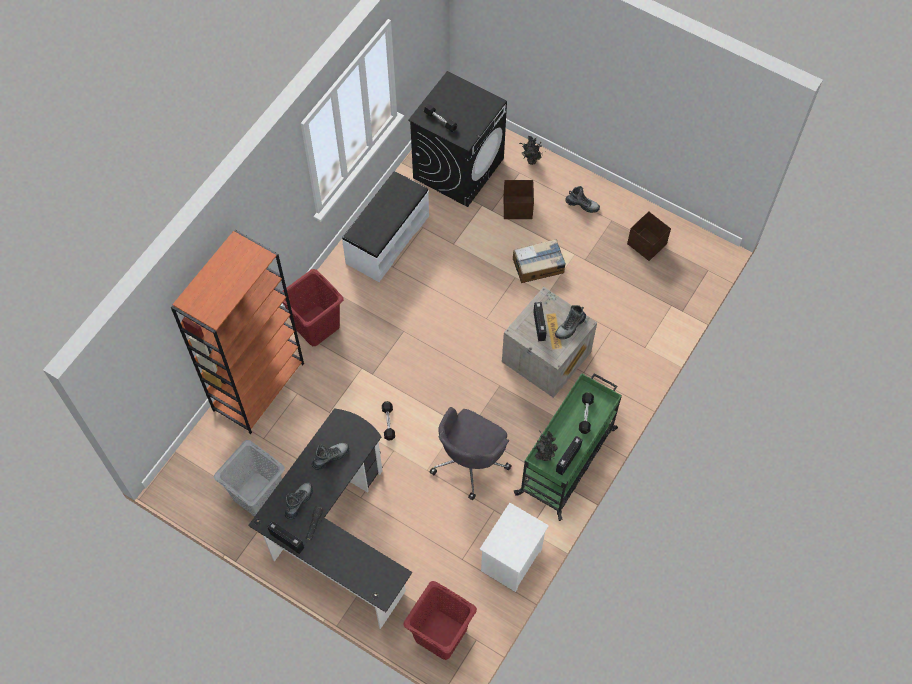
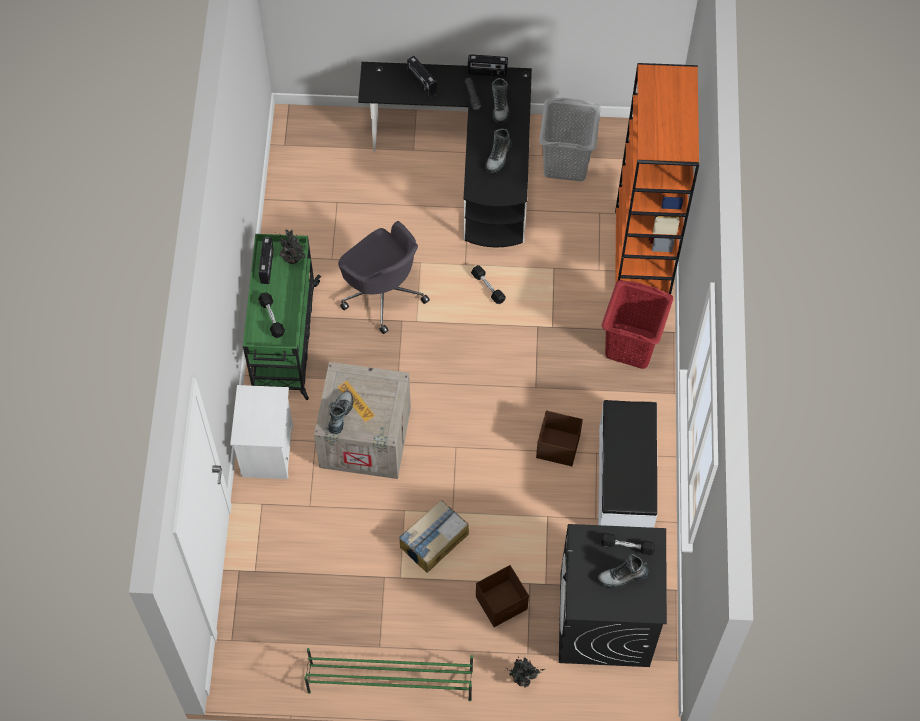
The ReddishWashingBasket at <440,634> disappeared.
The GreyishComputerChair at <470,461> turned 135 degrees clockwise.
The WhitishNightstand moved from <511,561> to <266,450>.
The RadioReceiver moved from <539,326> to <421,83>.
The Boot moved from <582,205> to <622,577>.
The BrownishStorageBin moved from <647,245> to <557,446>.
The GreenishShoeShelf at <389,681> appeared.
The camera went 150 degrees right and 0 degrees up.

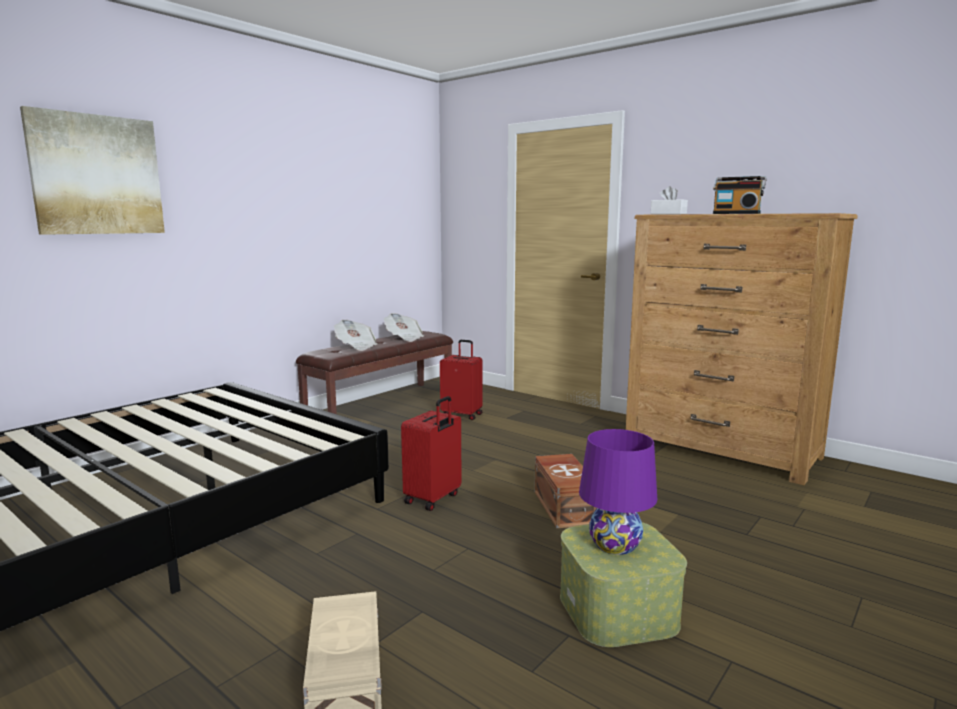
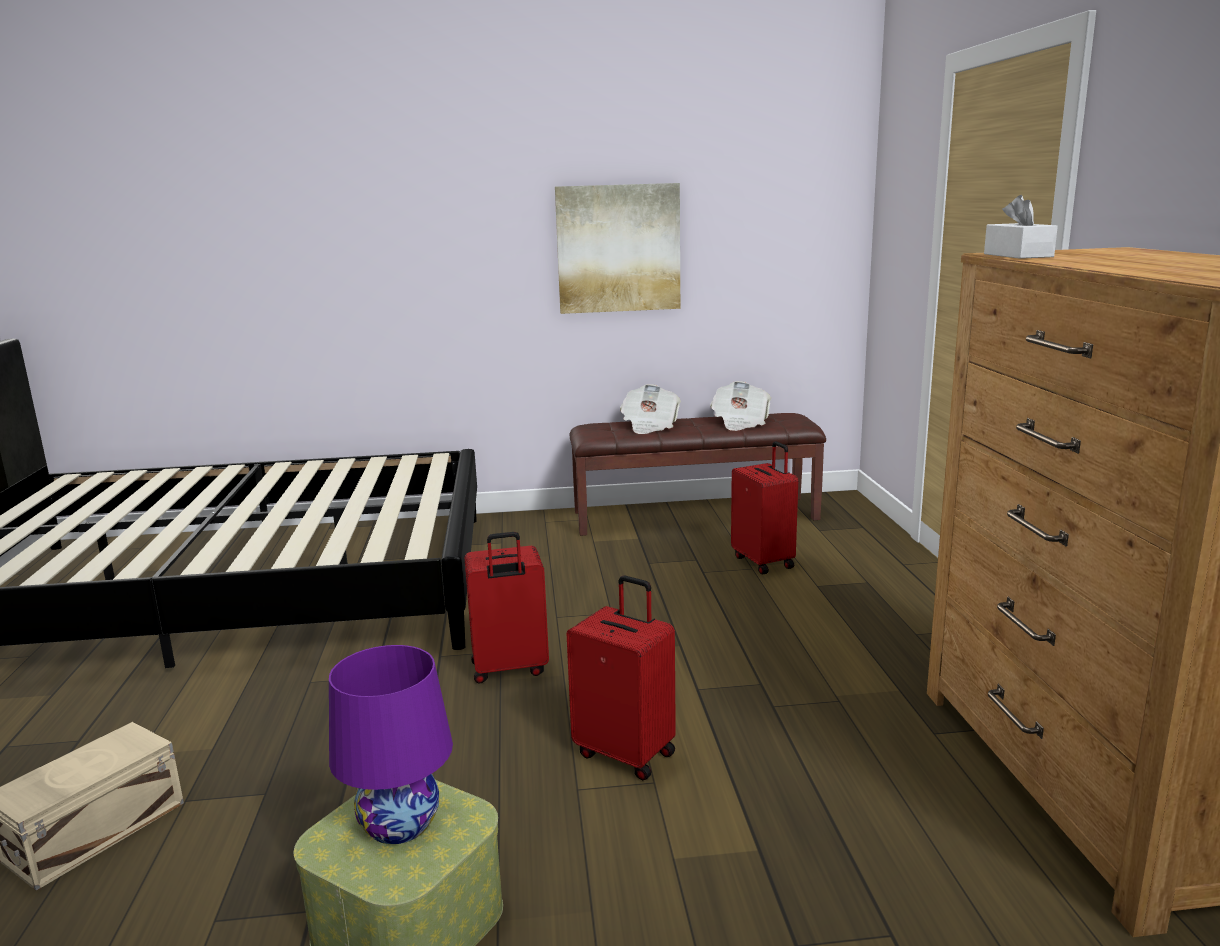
The WallPicture moved from <97,175> to <618,248>.
The BrownishStorageBin at <565,506> was replaced by the ReddishTravelCase at <626,753>.
The RadioReceiver at <736,213> disappeared.
The camera went 45 degrees right and 5 degrees up.

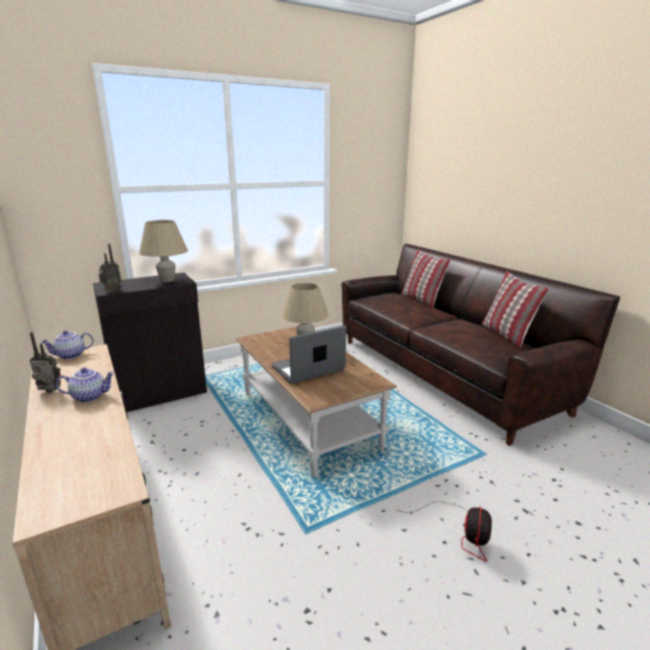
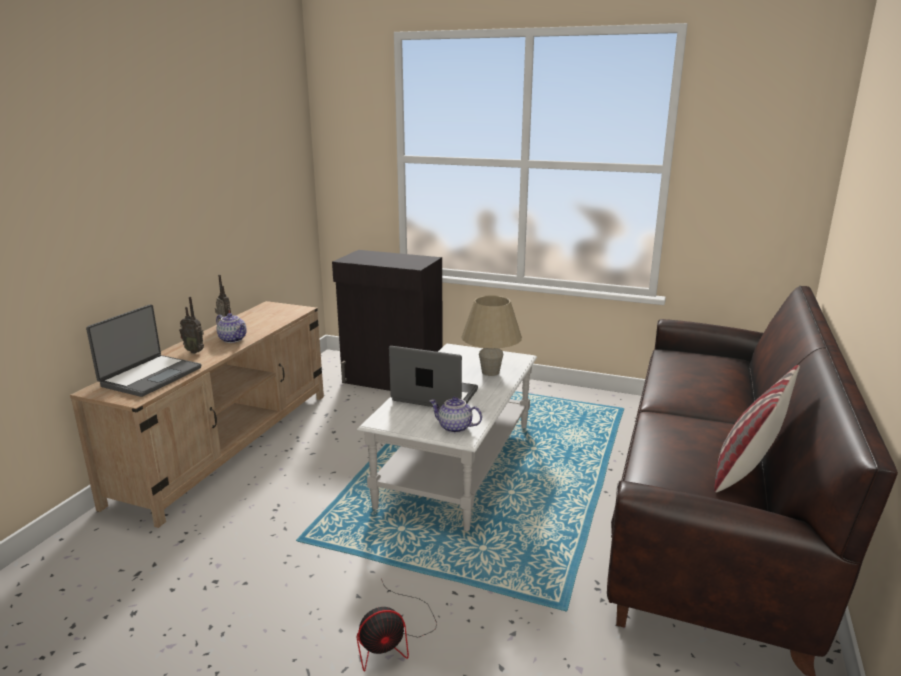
The PotForTea moved from <70,356> to <454,428>.
The RadioReceiver moved from <112,291> to <195,351>.
The BeigeTableLamp at <167,280> disappeared.
The BrownishLoungeTable at <308,420> became the WhitishLoungeTable at <457,464>.
The Pillow at <421,300> disappeared.
The NotebookComputer at <150,376> appeared.
The camera went 50 degrees right and 0 degrees up.

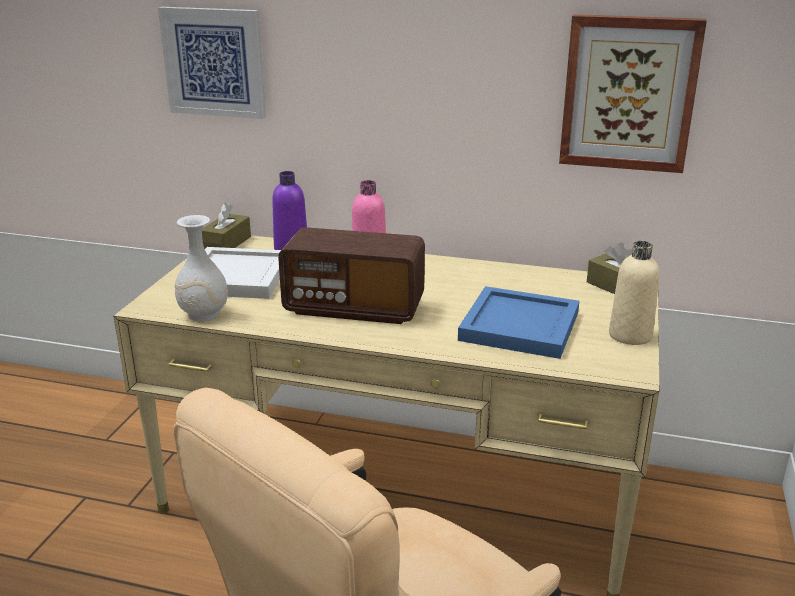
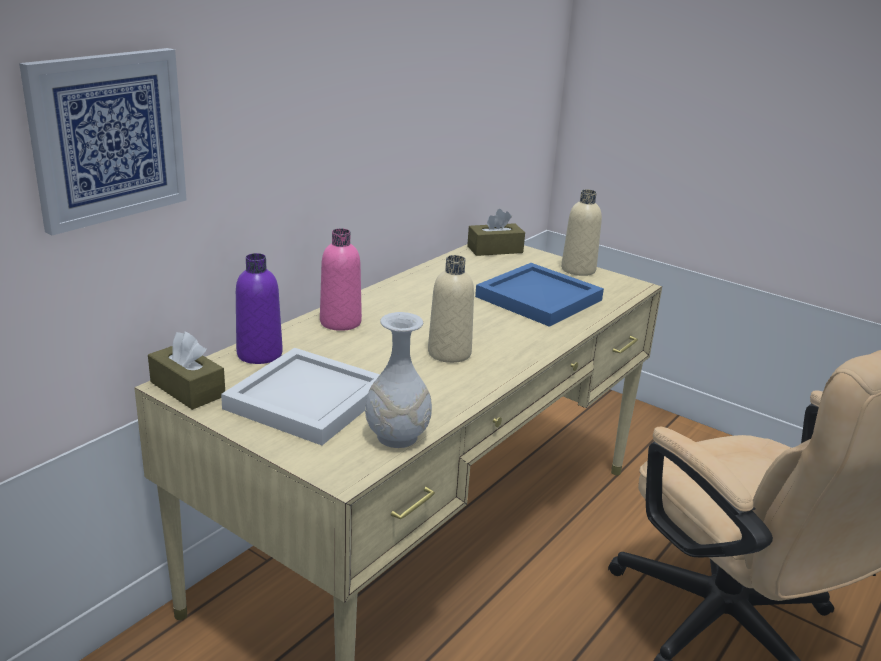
The RadioReceiver at <354,308> was replaced by the BeigeBottle at <449,353>.
The WallPicture at <629,93> disappeared.
The camera went 70 degrees left and 0 degrees up.

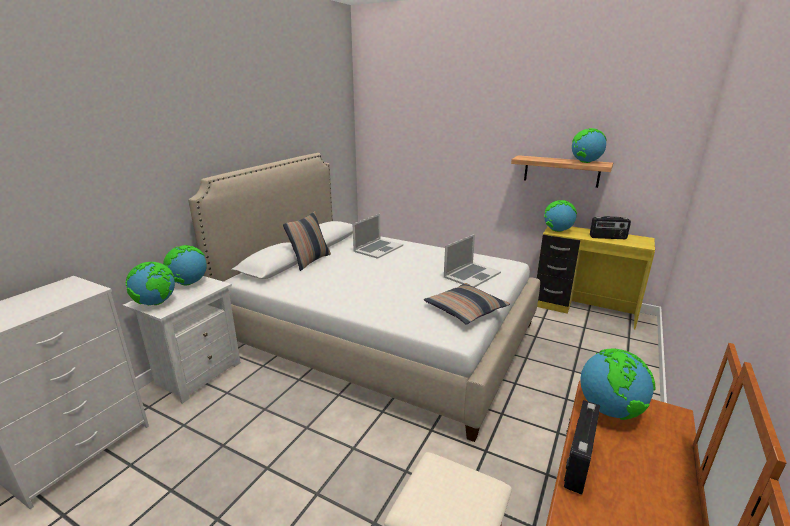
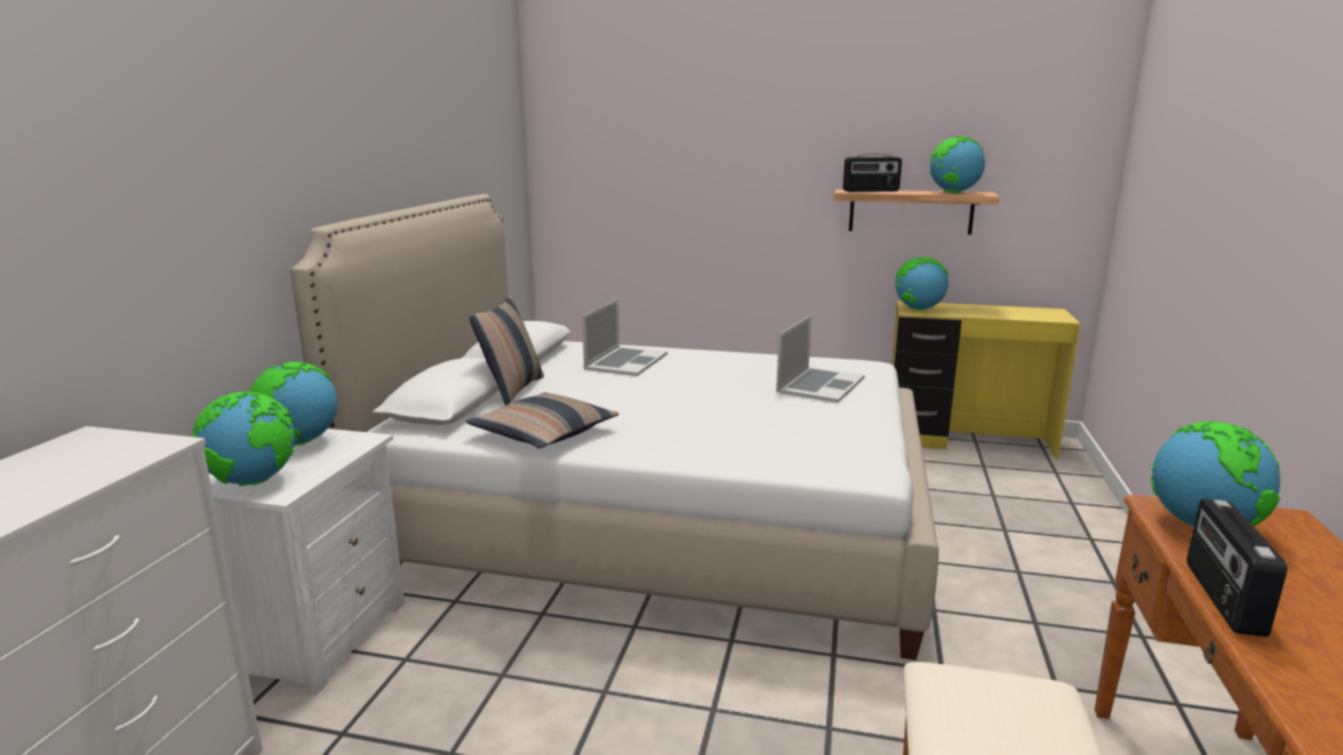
The Pillow moved from <465,310> to <544,433>.
The RadioReceiver moved from <608,237> to <871,191>.
The camera went 15 degrees left and 5 degrees down.

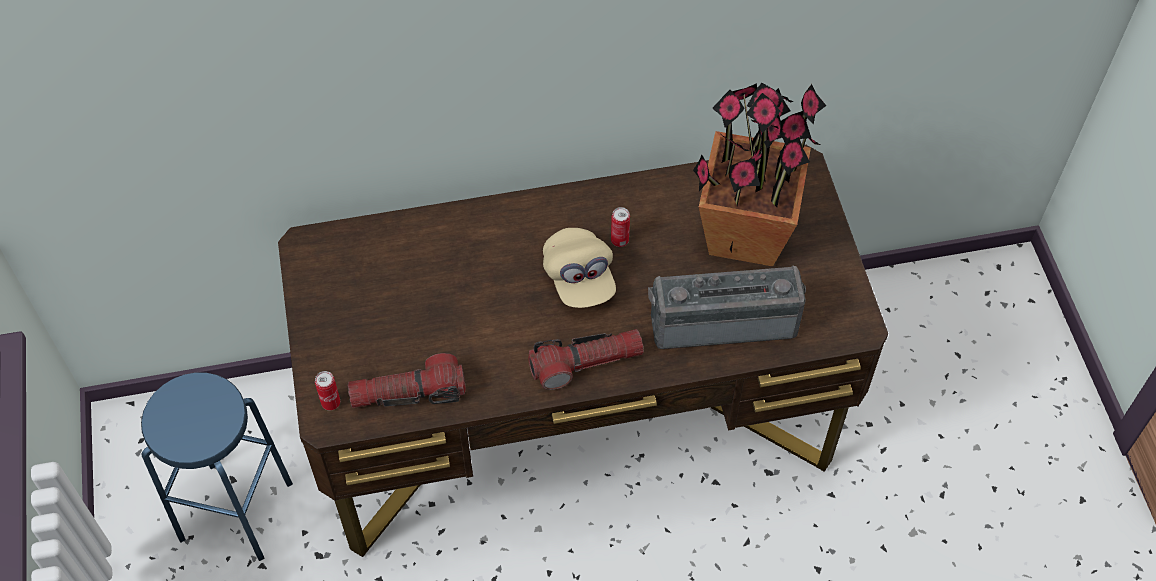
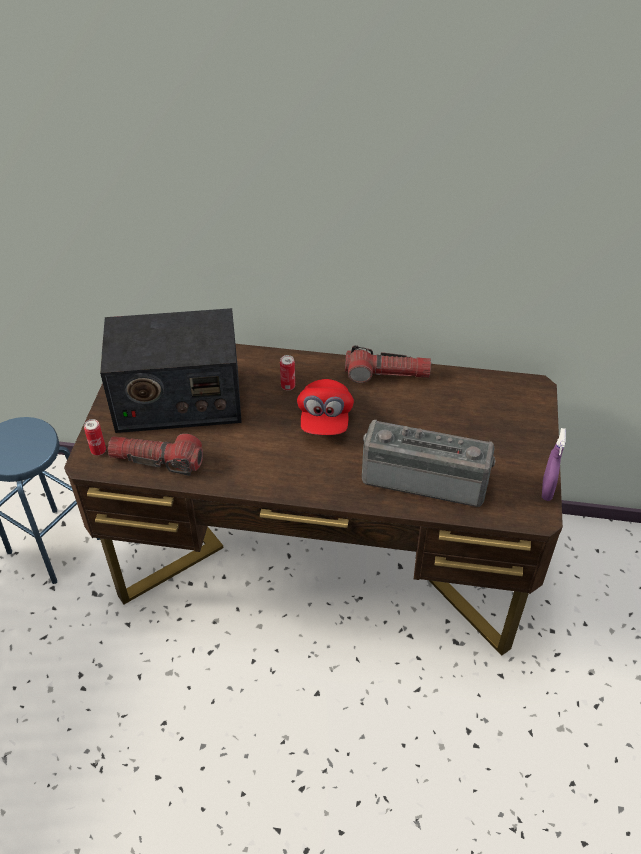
The Flashlight moved from <586,363> to <386,374>.
The BeigeCap at <579,278> became the ReddishCap at <325,419>.
The Can moved from <619,240> to <288,386>.
The Houseplant at <745,233> disappeared.
The RadioReceiver at <177,399> appeared.
The PurplishSprayBottle at <547,490> appeared.
The camera went 20 degrees right and 10 degrees down.

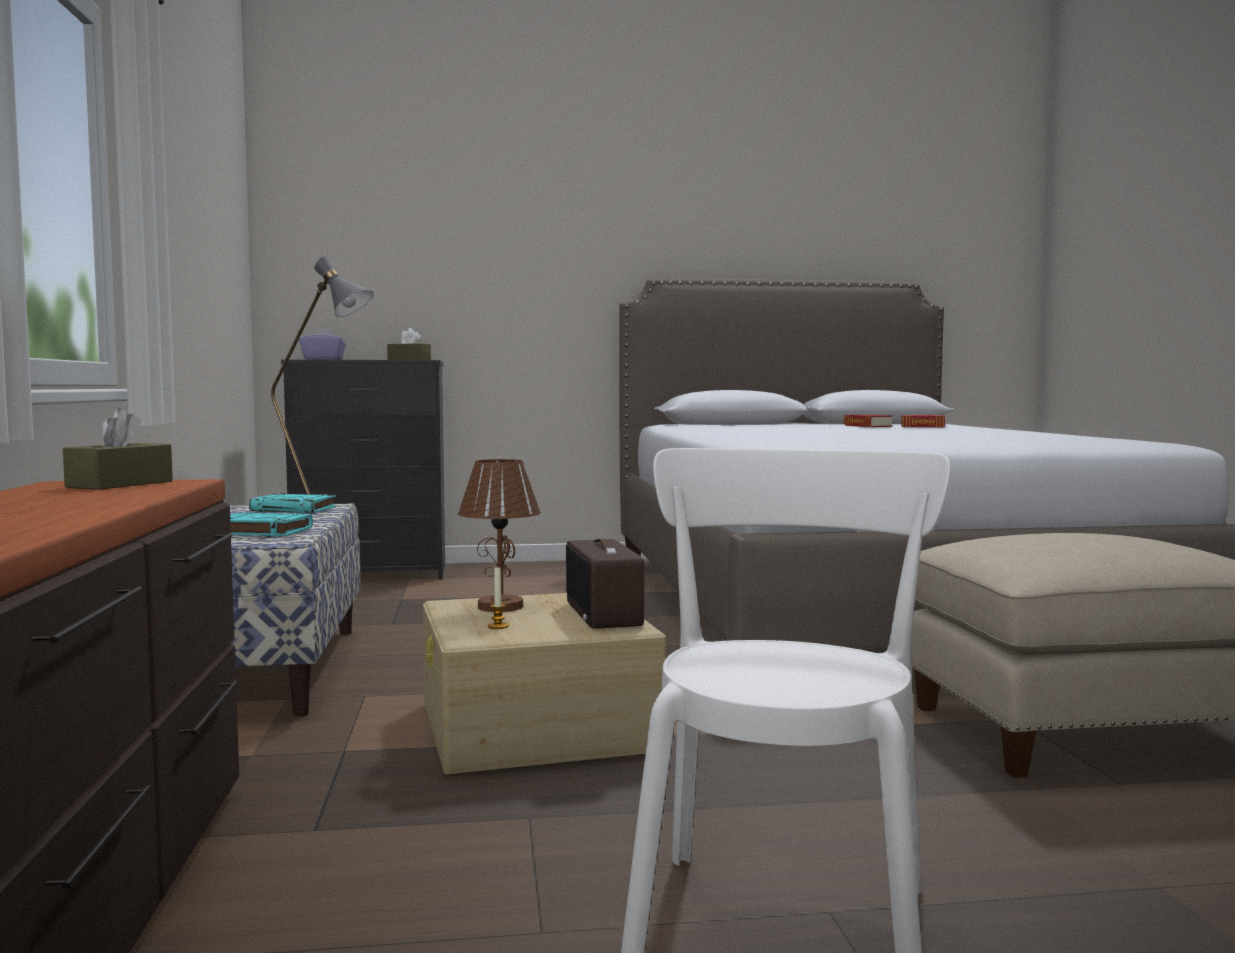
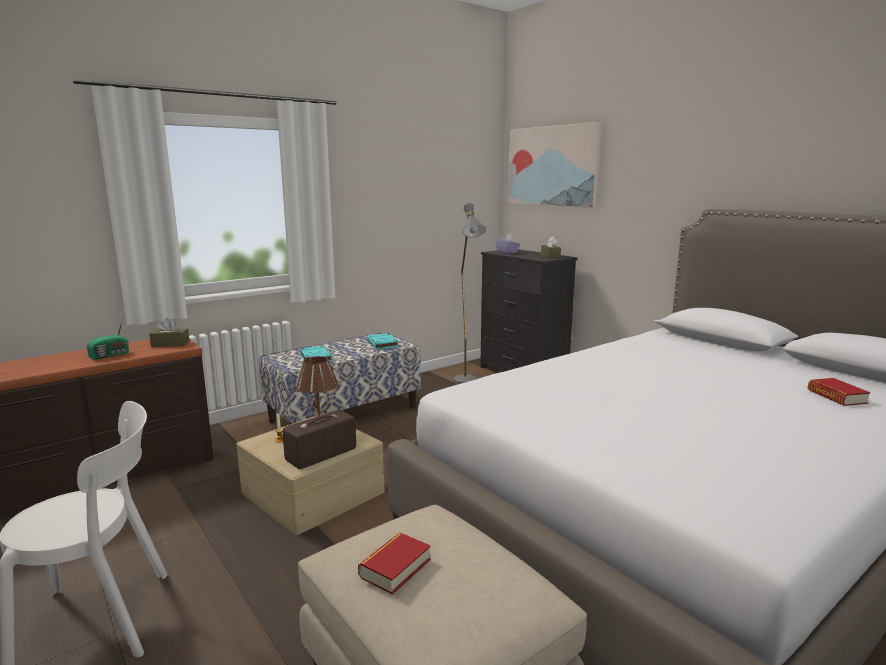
The Book moved from <867,426> to <395,568>.
The RadioReceiver at <111,355> appeared.
The WallPicture at <552,166> appeared.
The camera went 60 degrees right and 10 degrees up.

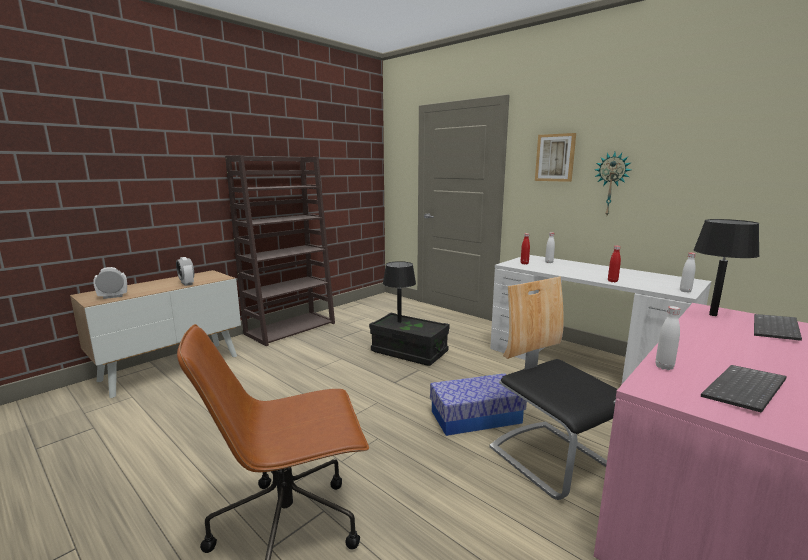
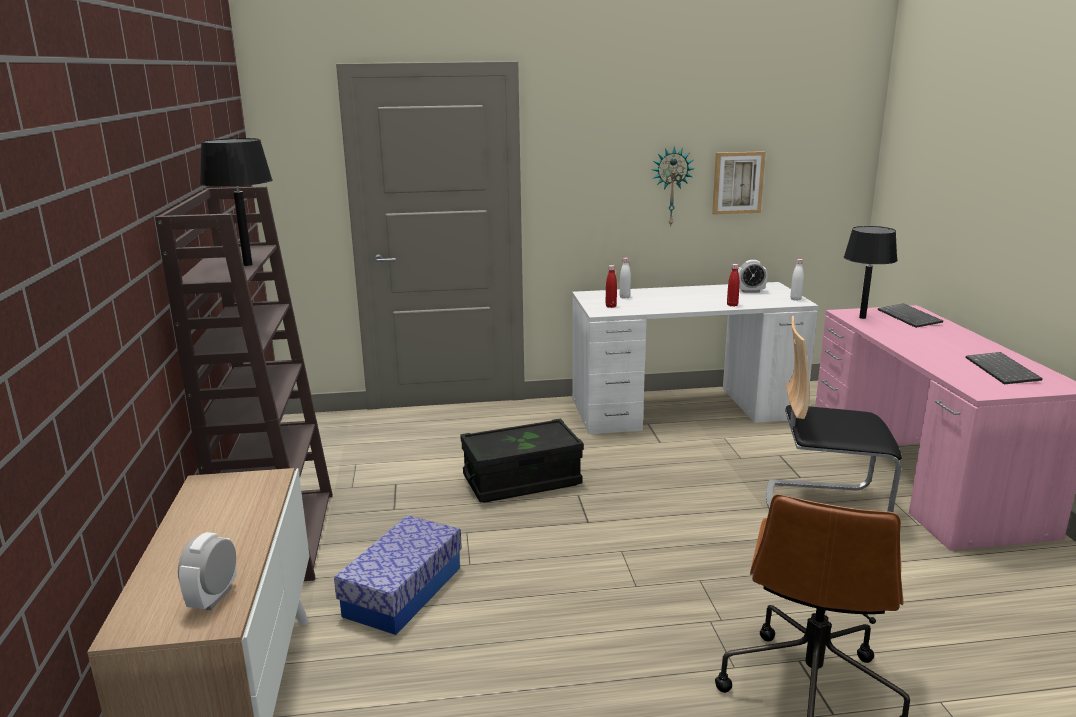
The BedsideClock moved from <187,283> to <750,291>.
The BlackTableLamp moved from <399,322> to <248,265>.
The StorageBin moved from <475,417> to <403,591>.
The WallPicture moved from <555,157> to <737,182>.
The WhitishBottle at <664,367> disappeared.
The camera went 50 degrees left and 5 degrees up.

